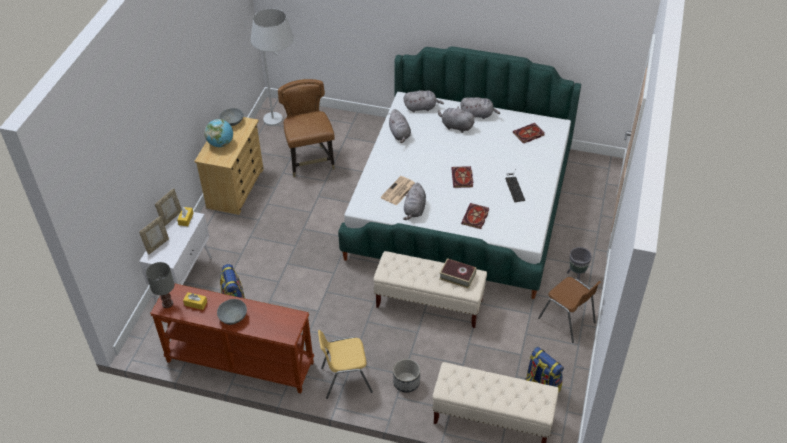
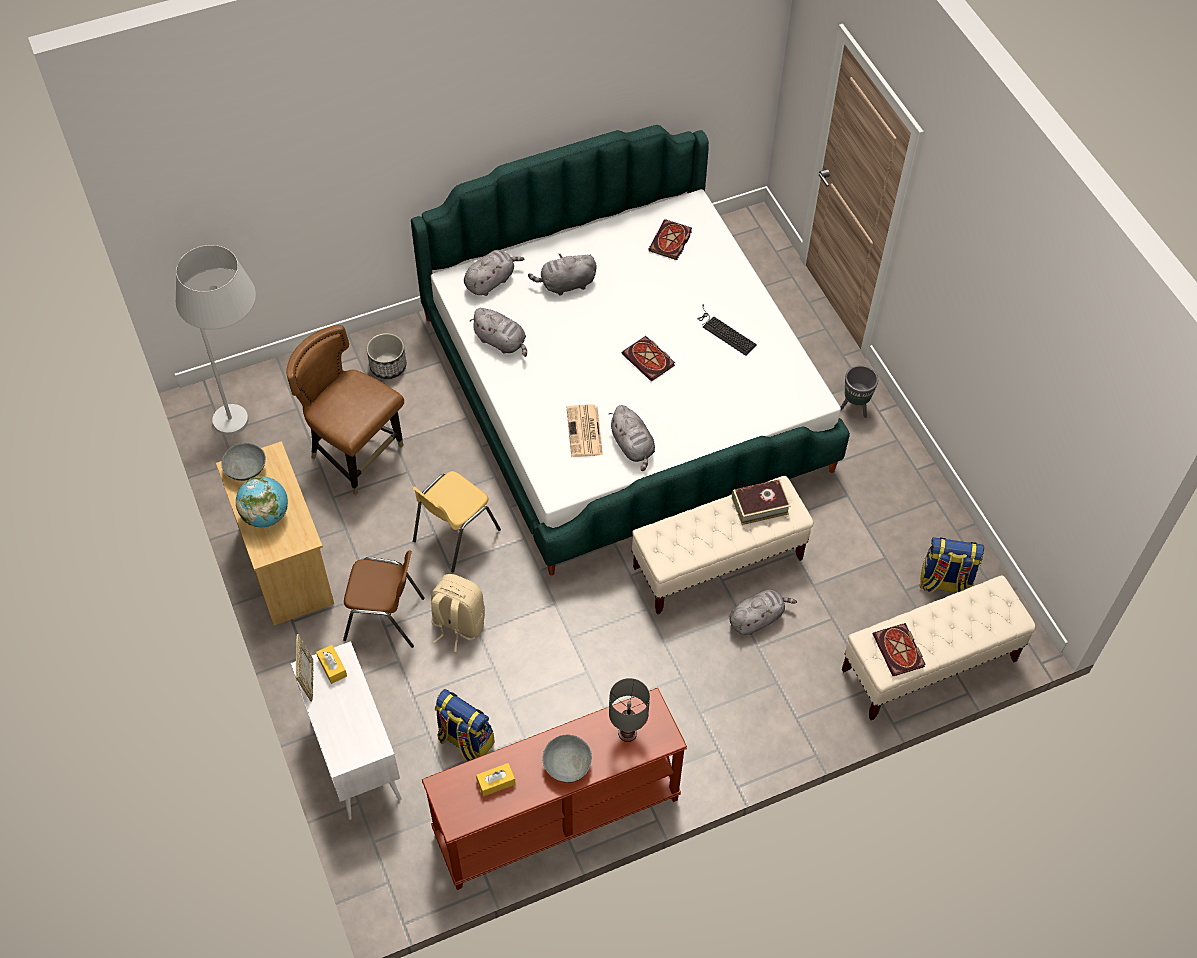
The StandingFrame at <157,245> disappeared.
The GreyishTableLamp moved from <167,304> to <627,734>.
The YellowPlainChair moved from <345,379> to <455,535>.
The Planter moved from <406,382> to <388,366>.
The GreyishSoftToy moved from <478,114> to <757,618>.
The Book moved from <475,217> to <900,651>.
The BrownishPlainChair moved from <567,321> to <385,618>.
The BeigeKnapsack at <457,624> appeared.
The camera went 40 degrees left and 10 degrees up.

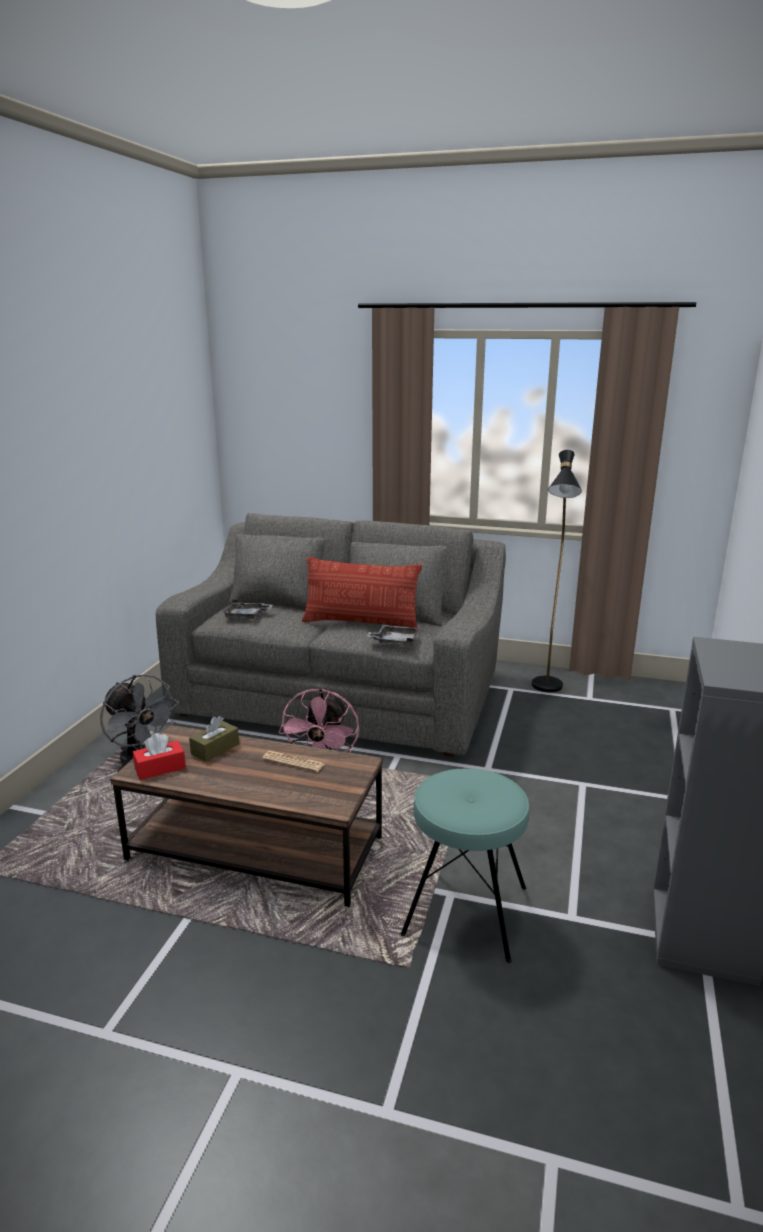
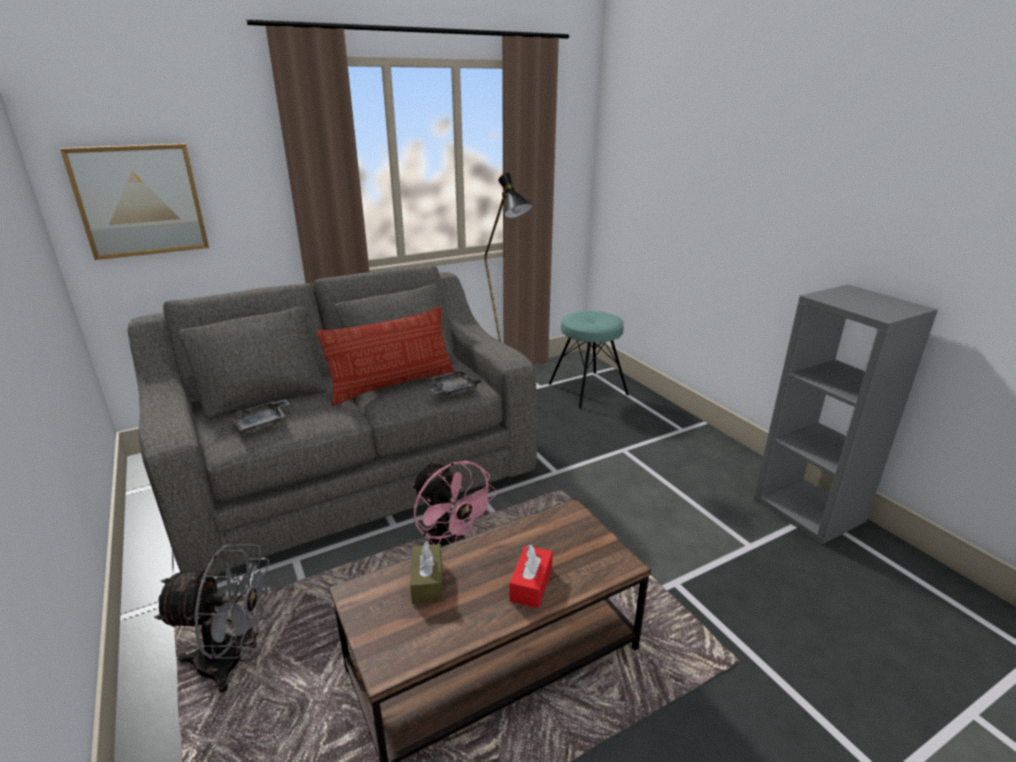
The ReddishBoxOfTissues moved from <160,768> to <531,584>.
The PrintedPaper at <293,762> disappeared.
The TurquoiseStool moved from <465,911> to <587,389>.
The WallPicture at <140,200> appeared.
The camera went 45 degrees left and 5 degrees up.

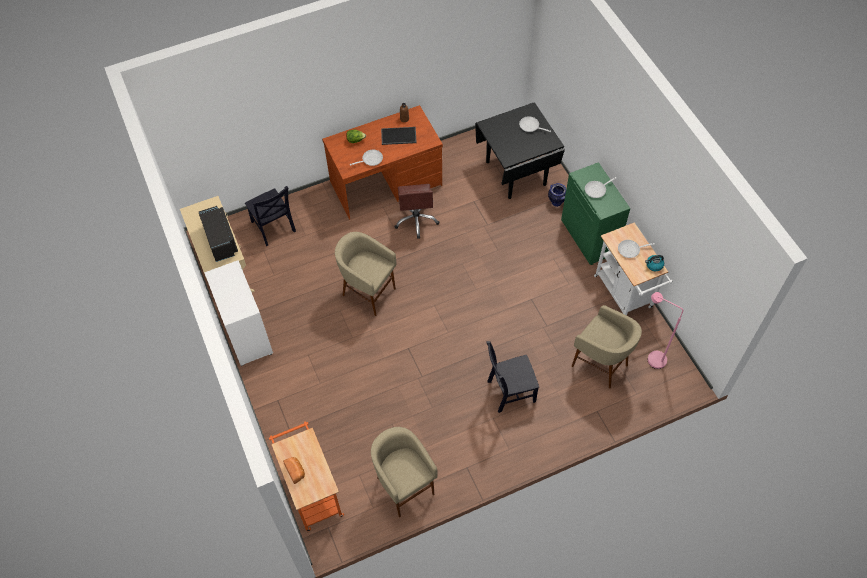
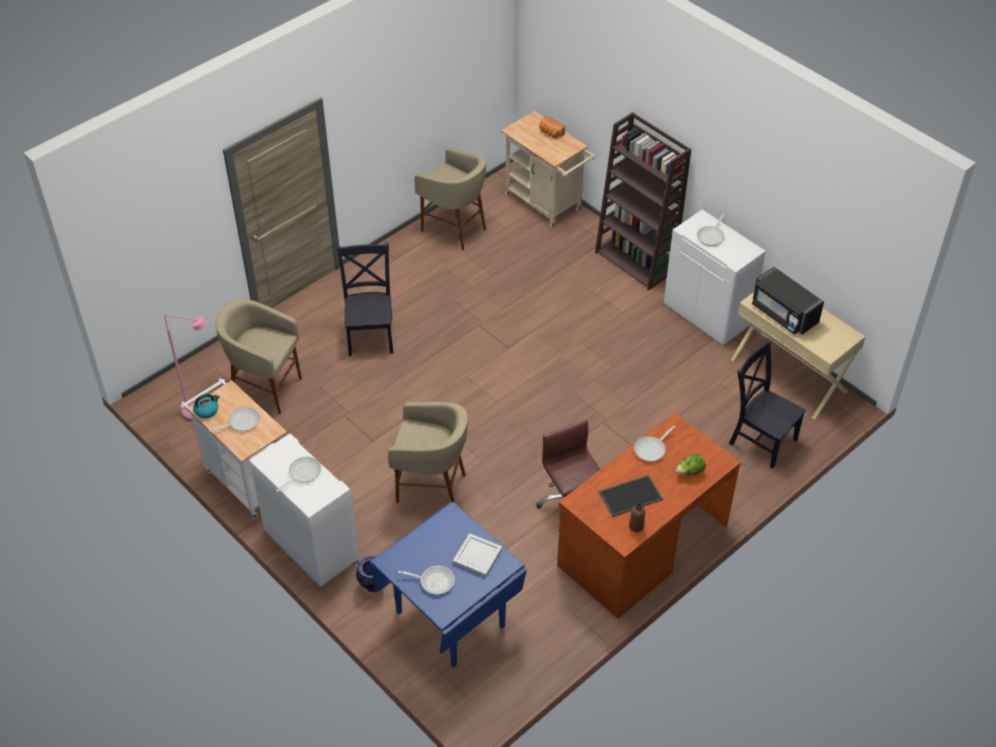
The OrangeCart at <312,491> became the BeigeCart at <546,205>.
The BeigeStool moved from <368,293> to <431,487>.
The BlackDinnerTable at <516,173> became the BluishDinnerTable at <449,619>.
The BlackPlainChair at <509,392> turned 60 degrees counterclockwise.
The GreenishStorageCabinet at <589,237> became the WhitishStorageCabinet at <310,546>.
The WhitishCarryingTray at <478,556> appeared.
The BrownishBookshelf at <636,262> appeared.
The FryingPan at <711,236> appeared.
The camera went 160 degrees right and 10 degrees down.

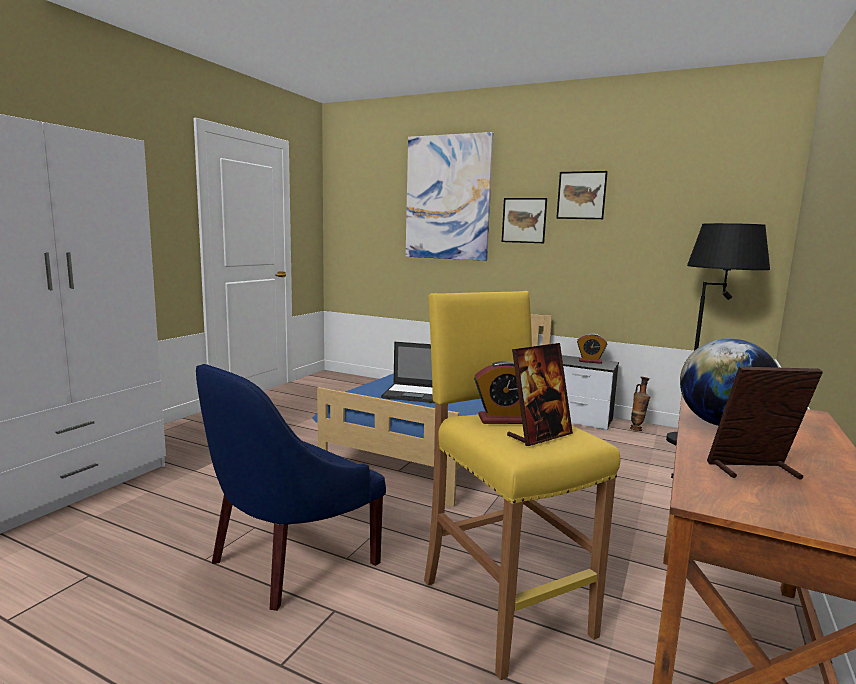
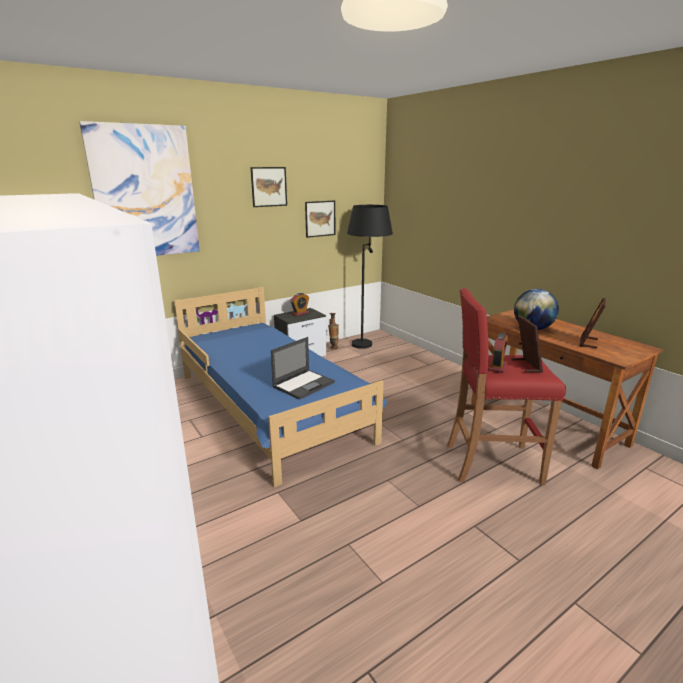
The BluishEasyChair at <288,560> disappeared.
The YellowStool at <504,606> became the ReddishStool at <491,463>.
The WallPicture moved from <524,220> to <320,218>.
The camera went 60 degrees left and 10 degrees up.

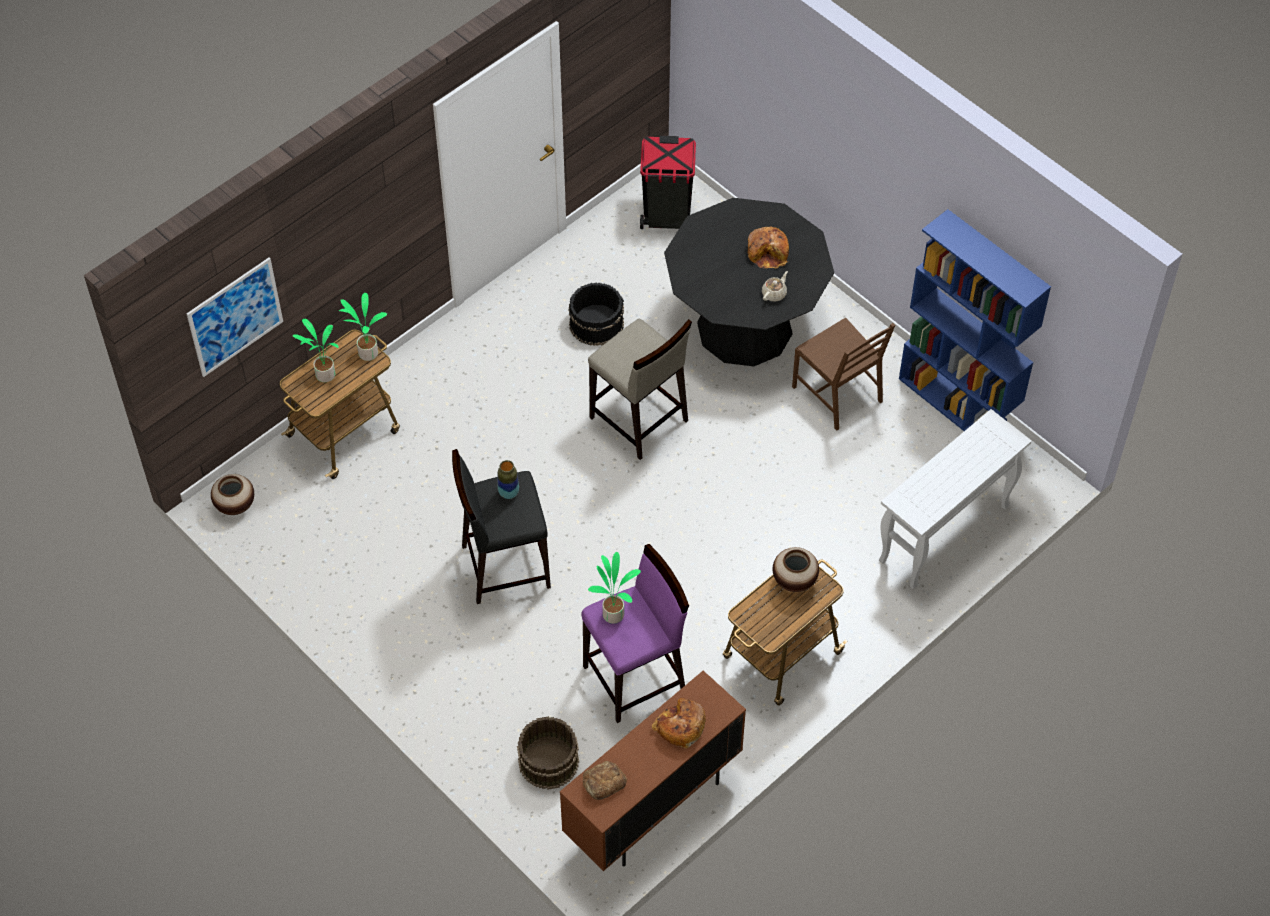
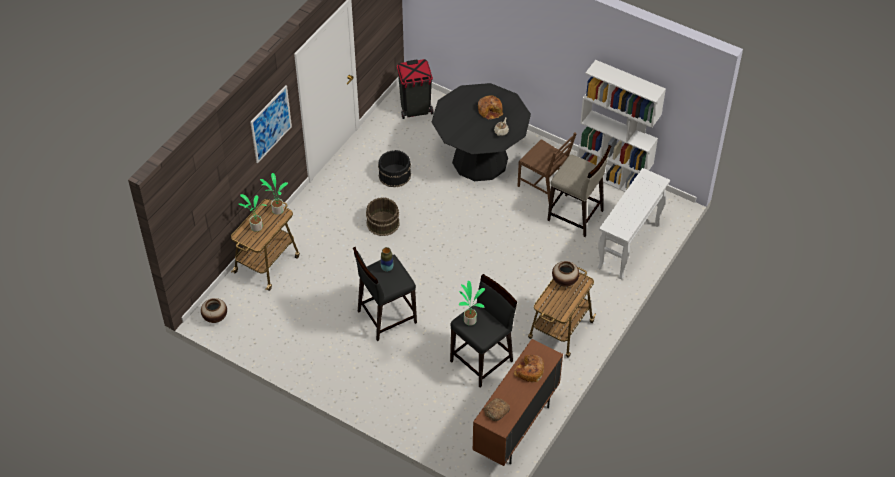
The WallPicture moved from <235,317> to <271,124>.
The BrownishWaterBucket moved from <547,761> to <382,223>.
The PurplishStool at <635,678> became the BlackStool at <482,361>.
The BeigeStool moved from <639,420> to <575,216>.
The BluishBookshelf at <958,406> became the WhitishBookshelf at <613,177>.
The camera went 15 degrees left and 5 degrees down.

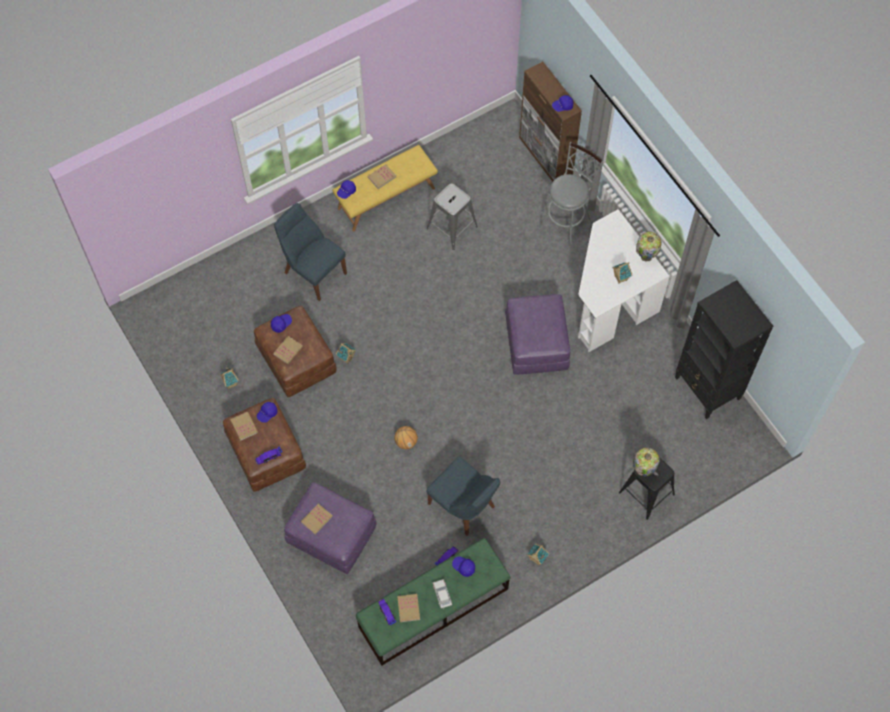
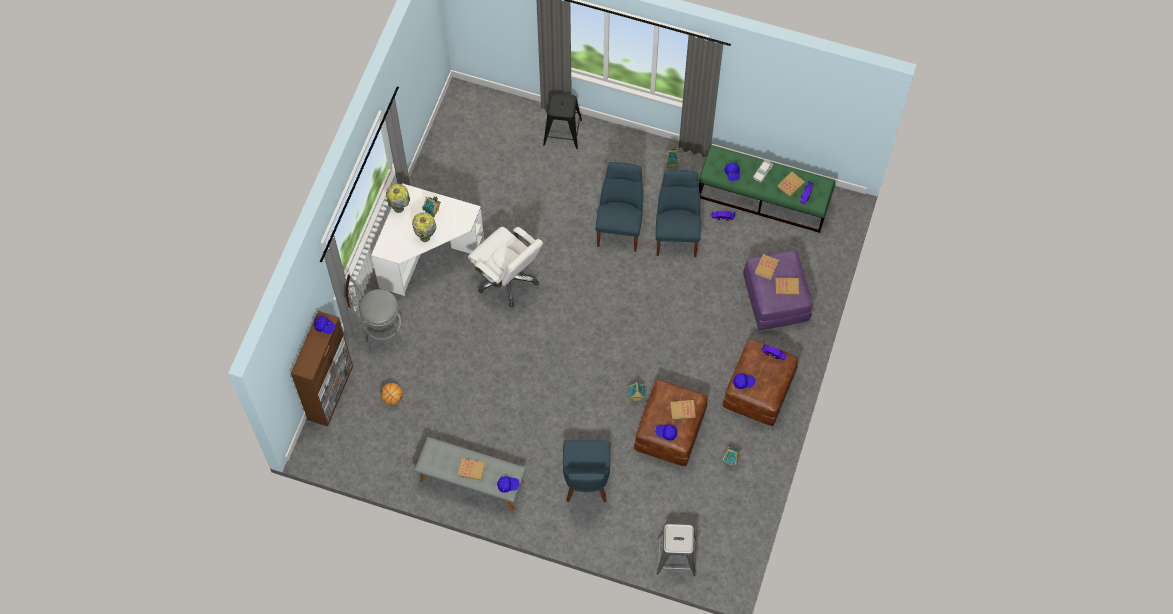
The Book moved from <244,426> to <766,267>.
The YellowLongSeat at <386,197> became the GreyishLongSeat at <471,482>.
The Basketball moved from <406,442> to <392,398>.
The GreyishStool moved from <452,227> to <676,556>.
The PurplishFootrest at <535,343> was replaced by the WhitishComputerChair at <507,280>.
The TableLamp moved from <642,471> to <426,237>.
The BlackBookshelf at <707,389> disappeared.
The BluishPlainChair at <620,226> appeared.
The camera went 130 degrees left and 0 degrees up.

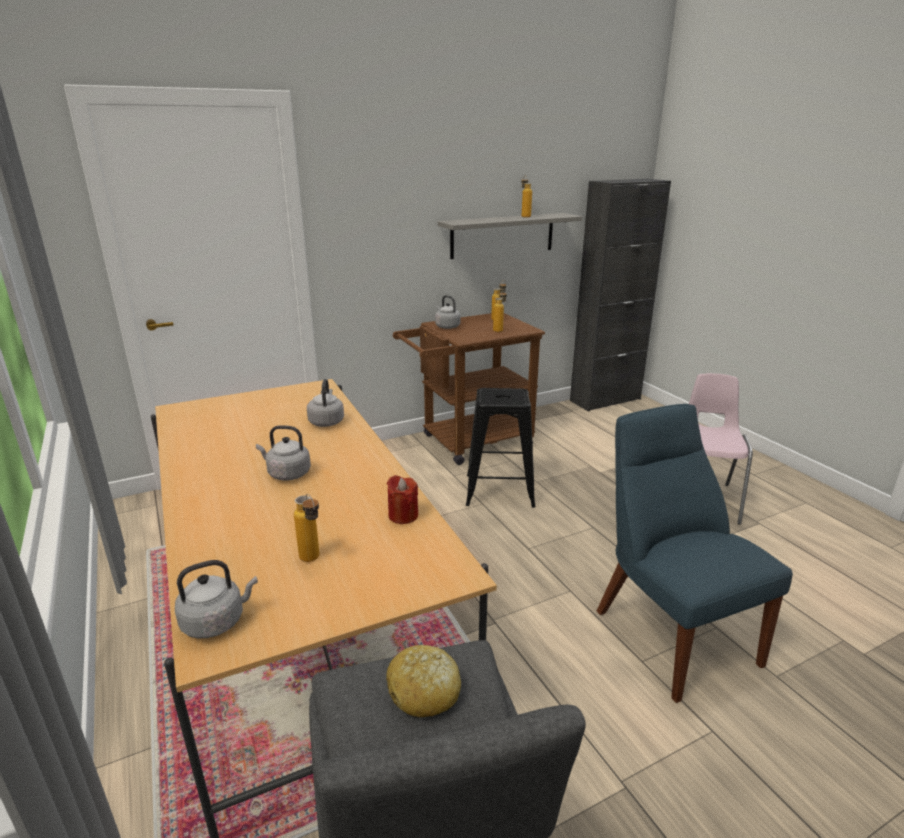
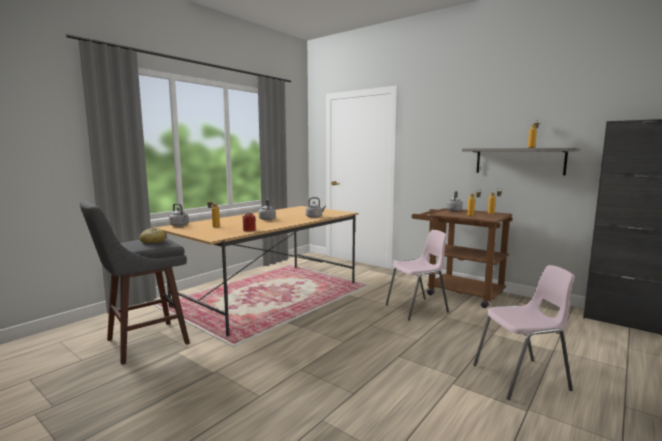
The BlackStool at <499,490> was replaced by the PinkishPlainChair at <417,308>.
The BluishPlainChair at <670,632> disappeared.
The camera went 65 degrees right and 15 degrees down.

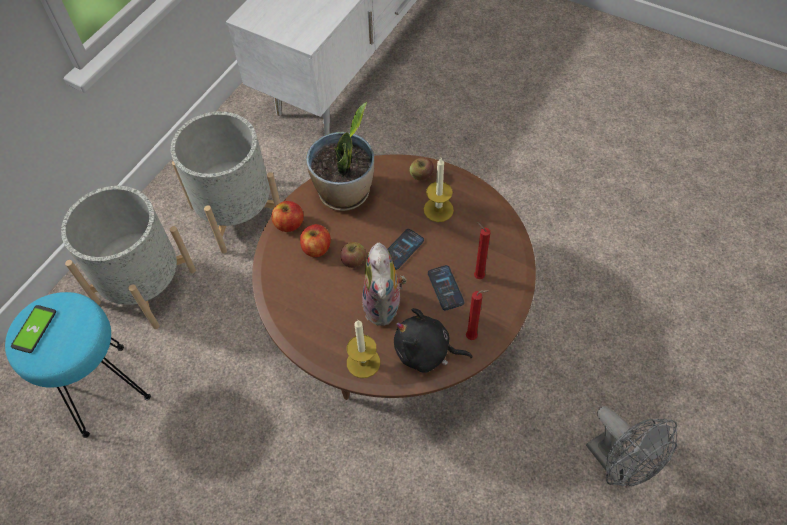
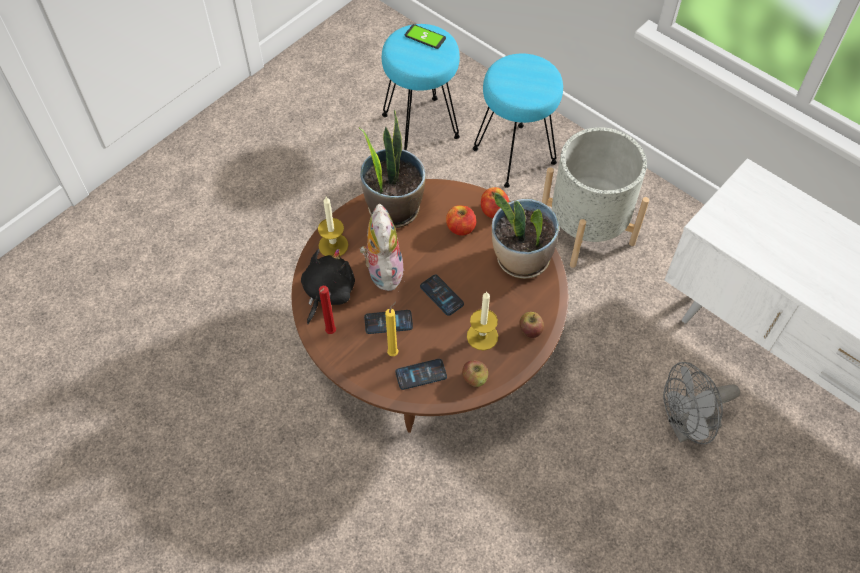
The GreyishPlanter at <145,286> was replaced by the TurquoiseStool at <515,155>.
The WholeApple moved from <353,260> to <474,378>.
The SoftToy at <385,307> turned 75 degrees clockwise.
The ReddishCandle at <477,276> became the YellowCandle at <394,352>.
The GreyishElectricFan moved from <618,465> to <686,427>.
The Houseplant at <393,208> appeared.
The Phone at <421,374> appeared.
The camera went 100 degrees right and 0 degrees up.

